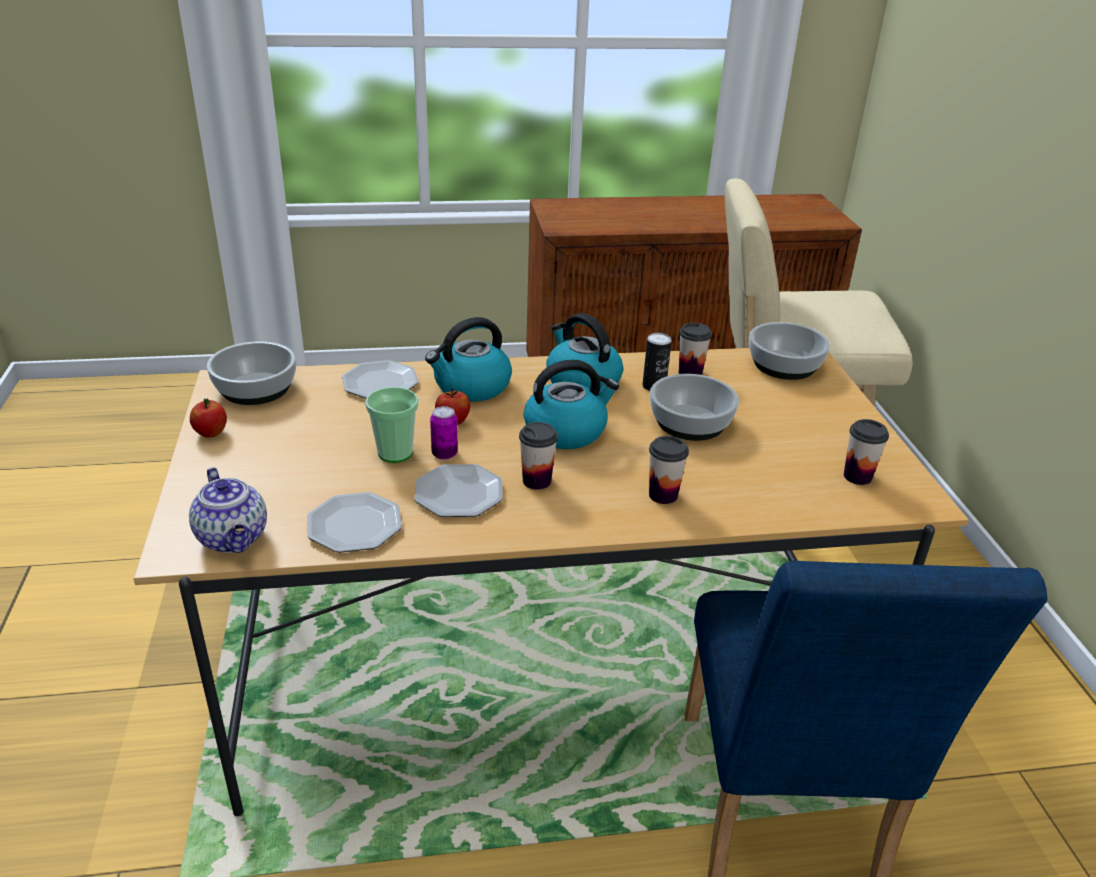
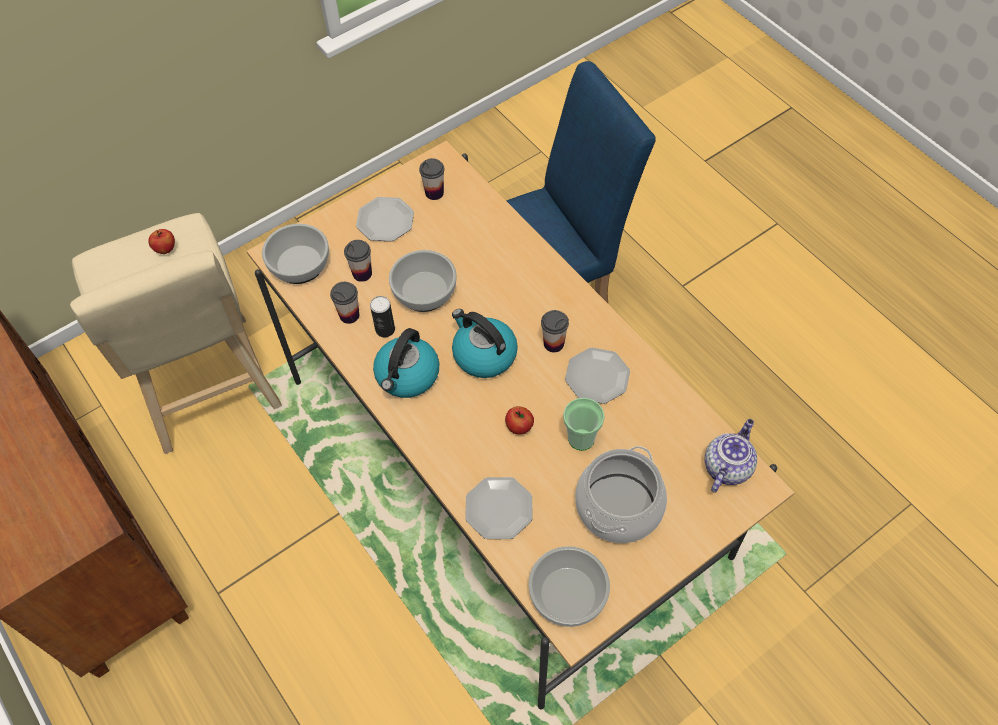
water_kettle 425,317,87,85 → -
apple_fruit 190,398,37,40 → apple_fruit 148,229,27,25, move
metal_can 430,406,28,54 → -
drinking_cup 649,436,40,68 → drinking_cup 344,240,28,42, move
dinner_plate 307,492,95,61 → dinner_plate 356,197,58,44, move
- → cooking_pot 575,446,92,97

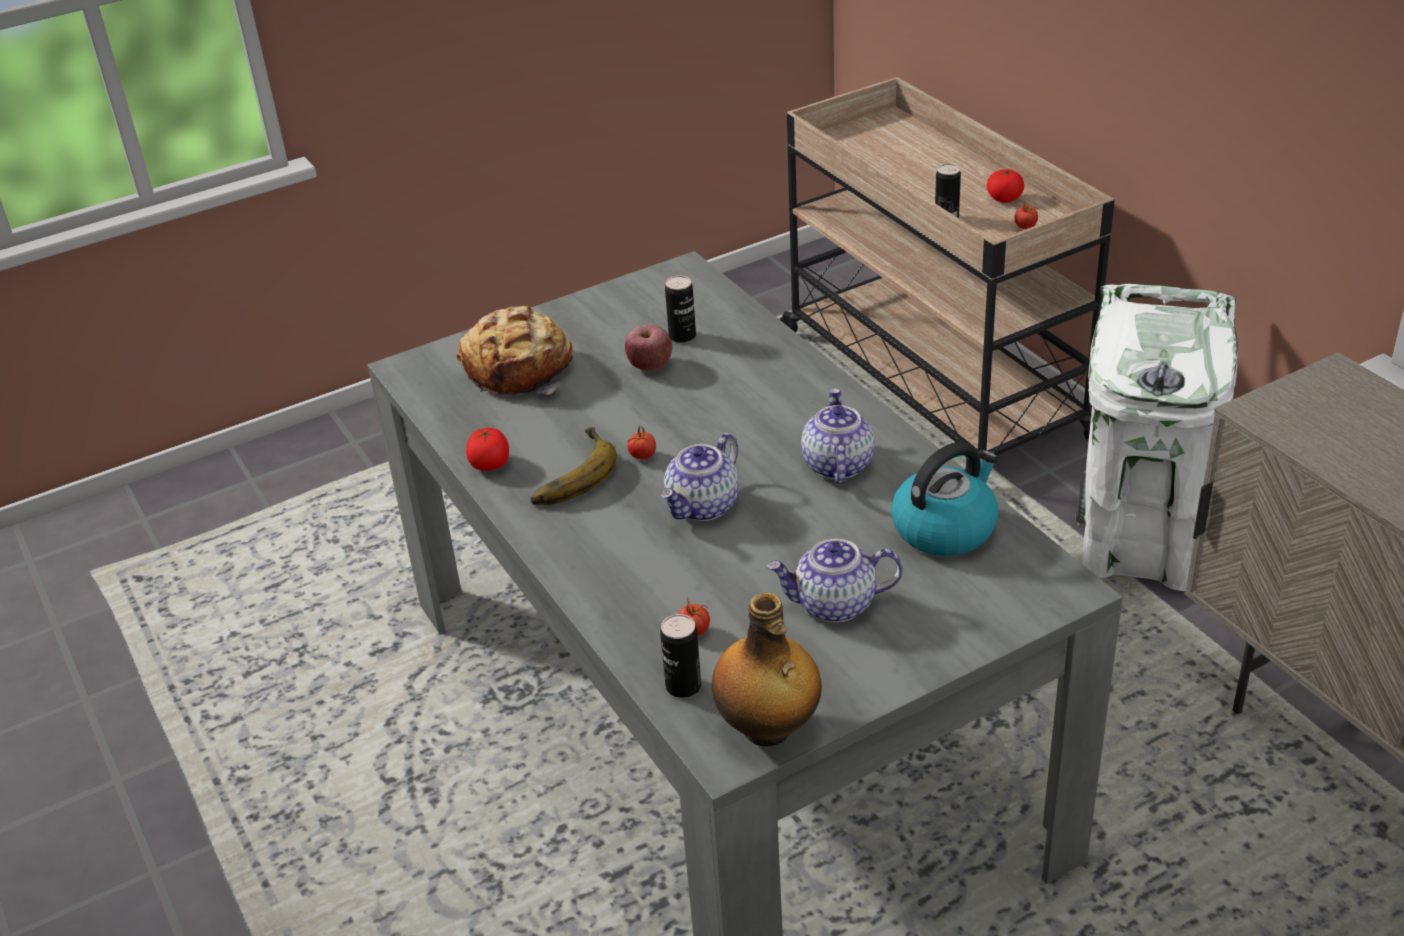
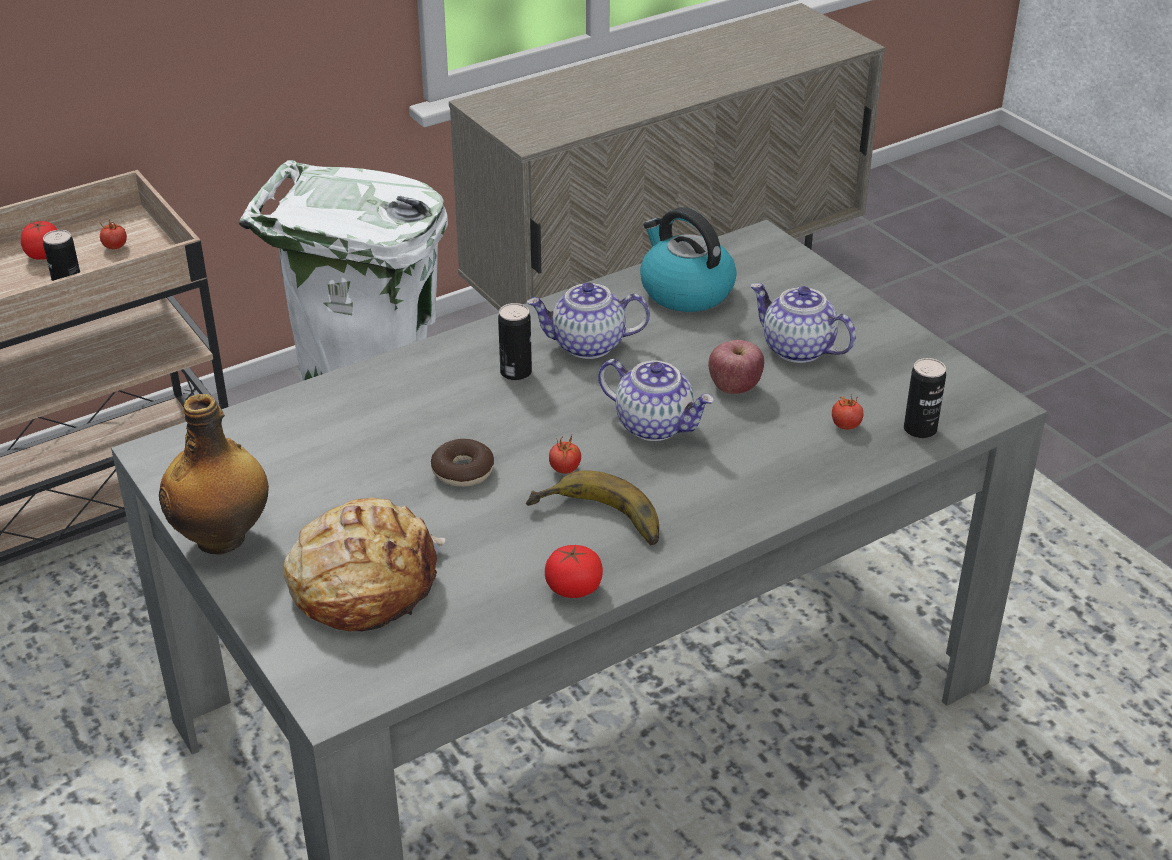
metal_can 665,276,31,67 → metal_can 498,303,34,78, move
apple_fruit 625,325,47,46 → apple_fruit 708,340,56,54, move
pot_for_tea 767,539,136,83 → pot_for_tea 750,283,106,80, 135 degrees clockwise
drink_bottle 712,593,110,153 → drink_bottle 159,394,110,160, move
- → ring_doughnut 431,439,63,48

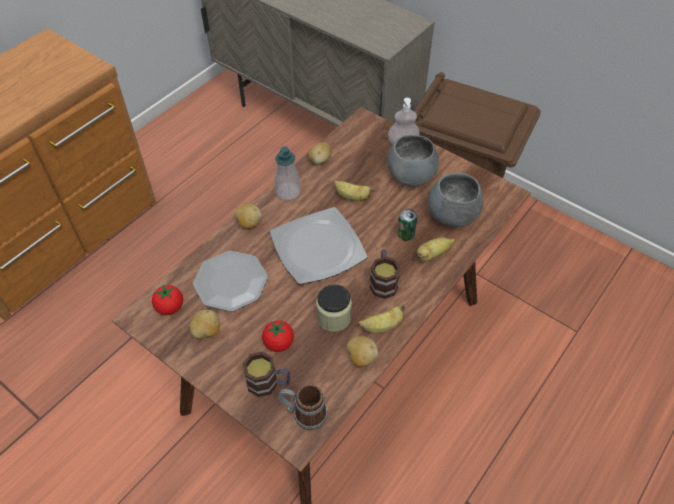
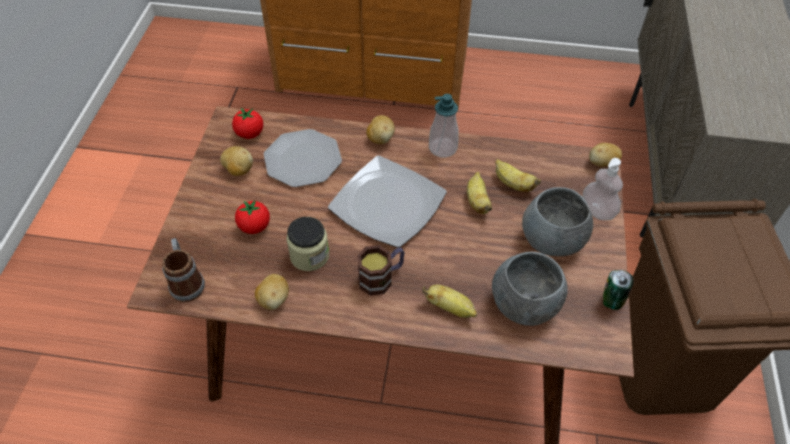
potato 308,142,24,23 → potato 589,143,33,24, move
metal_can 398,209,20,32 → metal_can 603,270,31,40, move
banana 358,305,48,28 → banana 495,159,46,33, move
tea_mug 243,351,47,46 → -

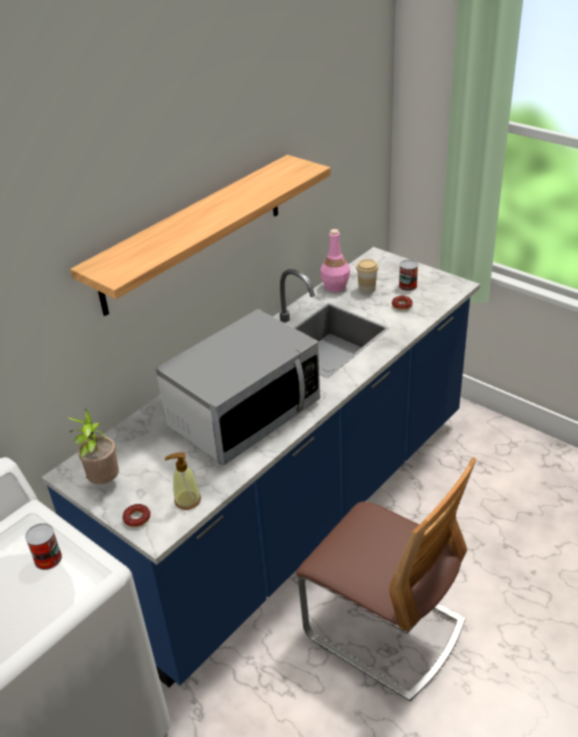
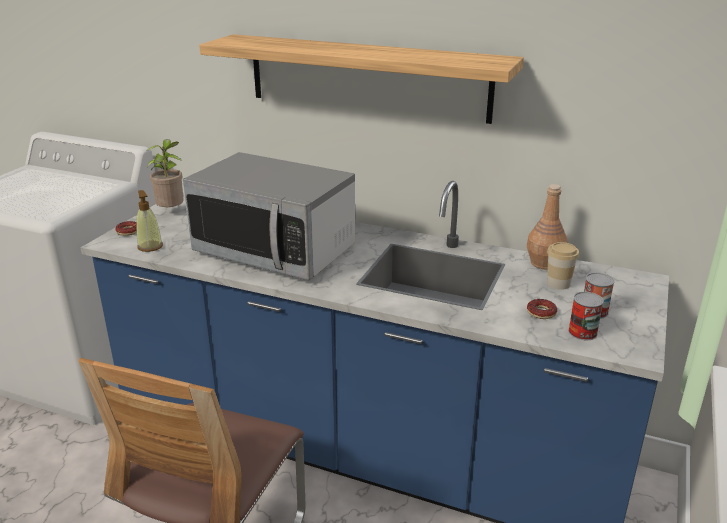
pink-coloured_drink_bottle 320,229,30,63 → brownish_drink_bottle 527,184,41,86
metal_can 25,523,37,47 → metal_can 568,292,36,48, move

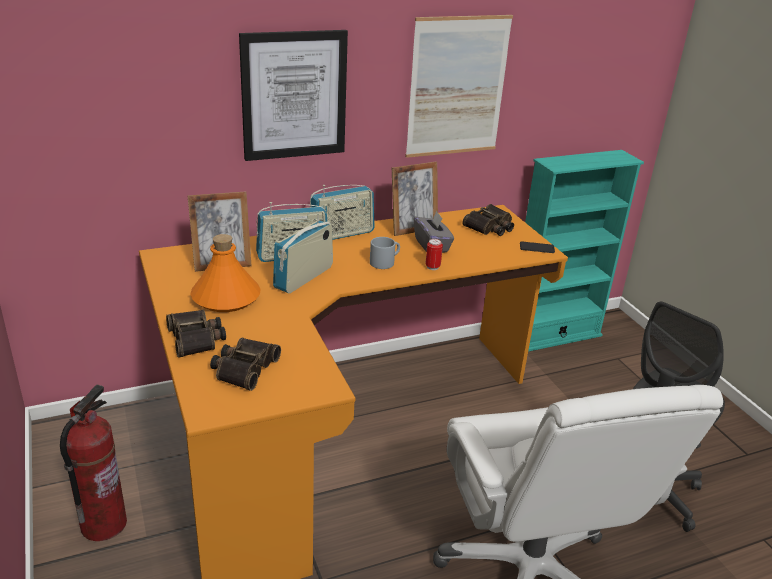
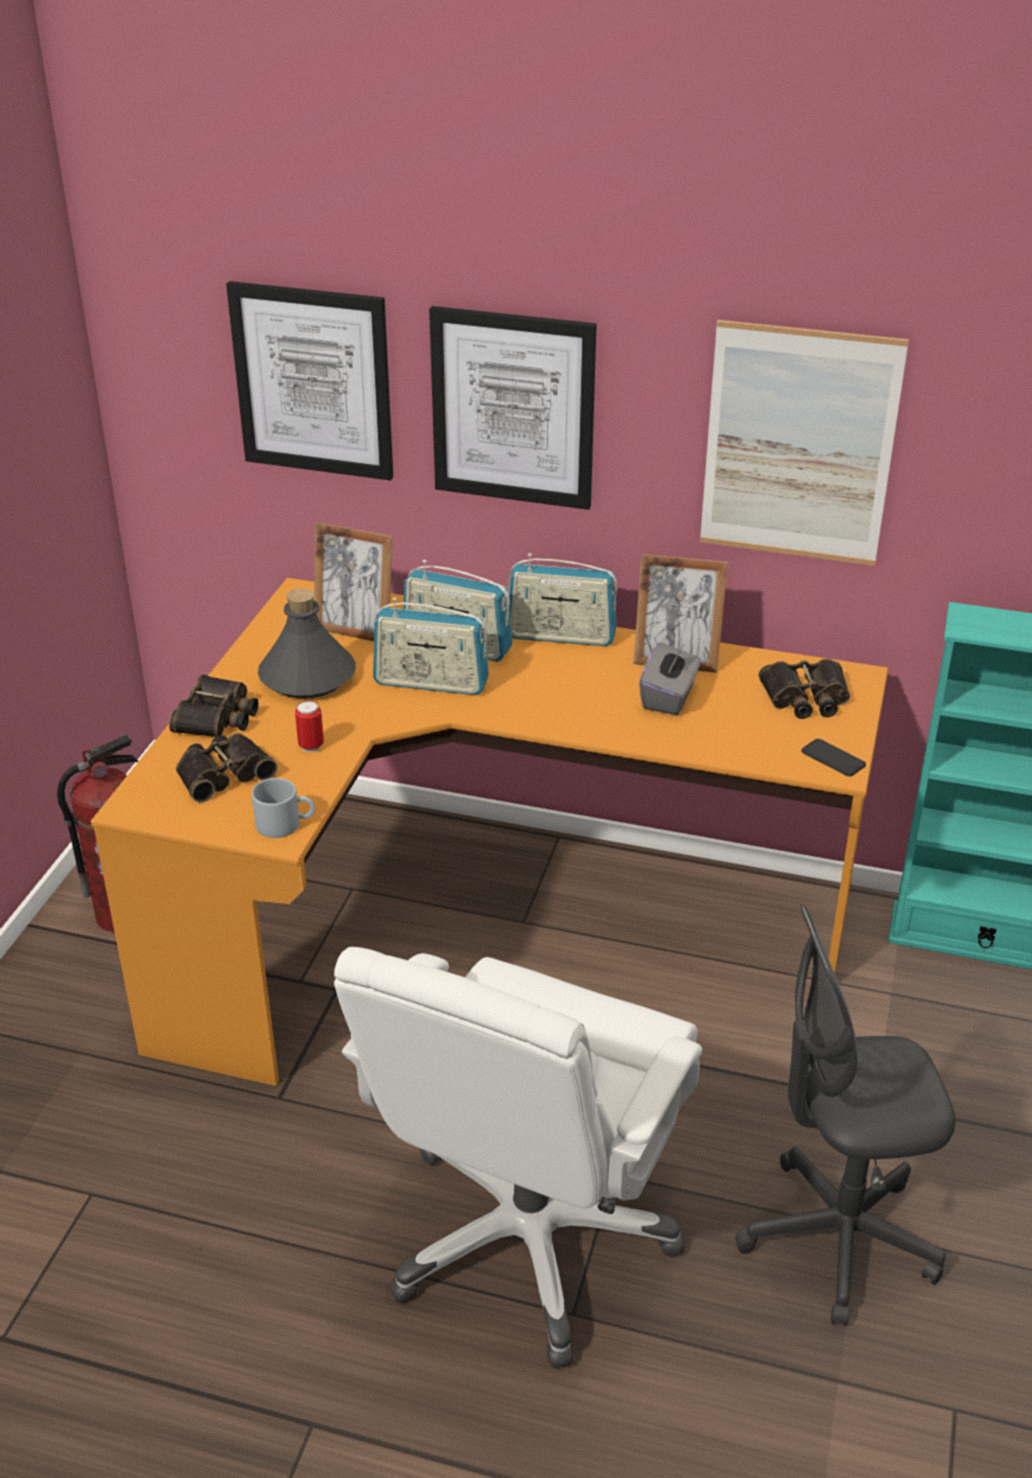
radio_set 273,213,60,80 → radio_set 373,597,116,98, 150 degrees counterclockwise
orange_drink_bottle 190,234,70,78 → grey_drink_bottle 258,588,98,111
grey_tea_mug 370,237,30,32 → grey_tea_mug 252,778,63,60, move
metal_can 425,239,18,31 → metal_can 295,701,29,51, move
- → wall_art 226,281,167,199

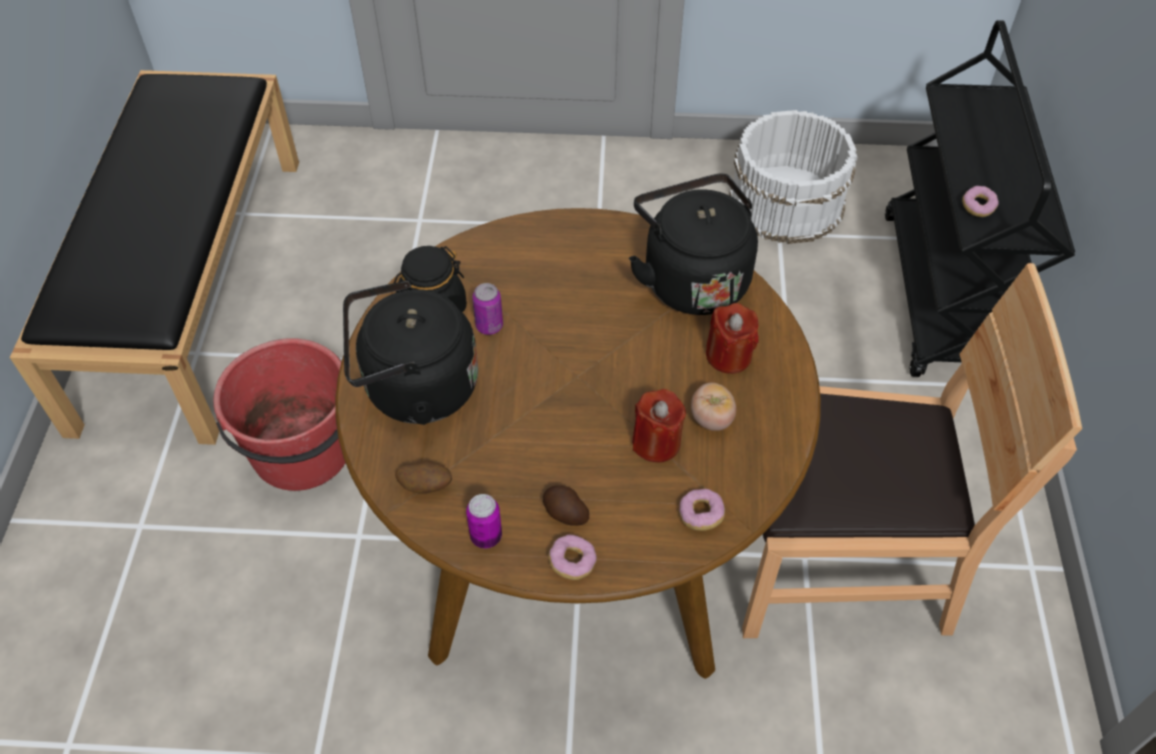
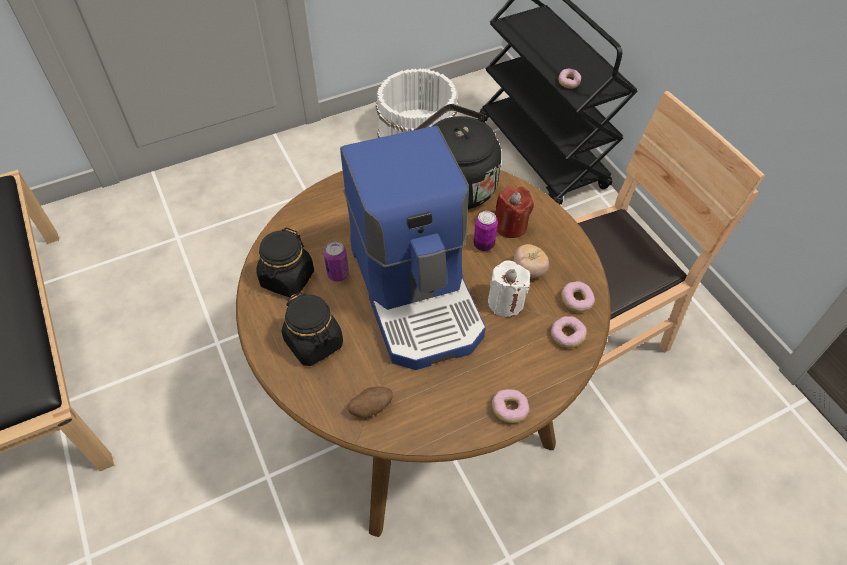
black-coloured_water_kettle 343,280,135,145 → black-coloured_storage_jar 282,292,61,74
red-coloured_pail 213,338,132,153 → -
red-coloured_wax_candle 632,389,54,74 → whitish_wax_candle 488,260,42,57
potato 543,485,46,41 → -
metal_can 466,494,36,55 → metal_can 473,211,25,40, move
- → coffee_brewer 340,126,146,244
- → ring_doughnut 561,281,34,31

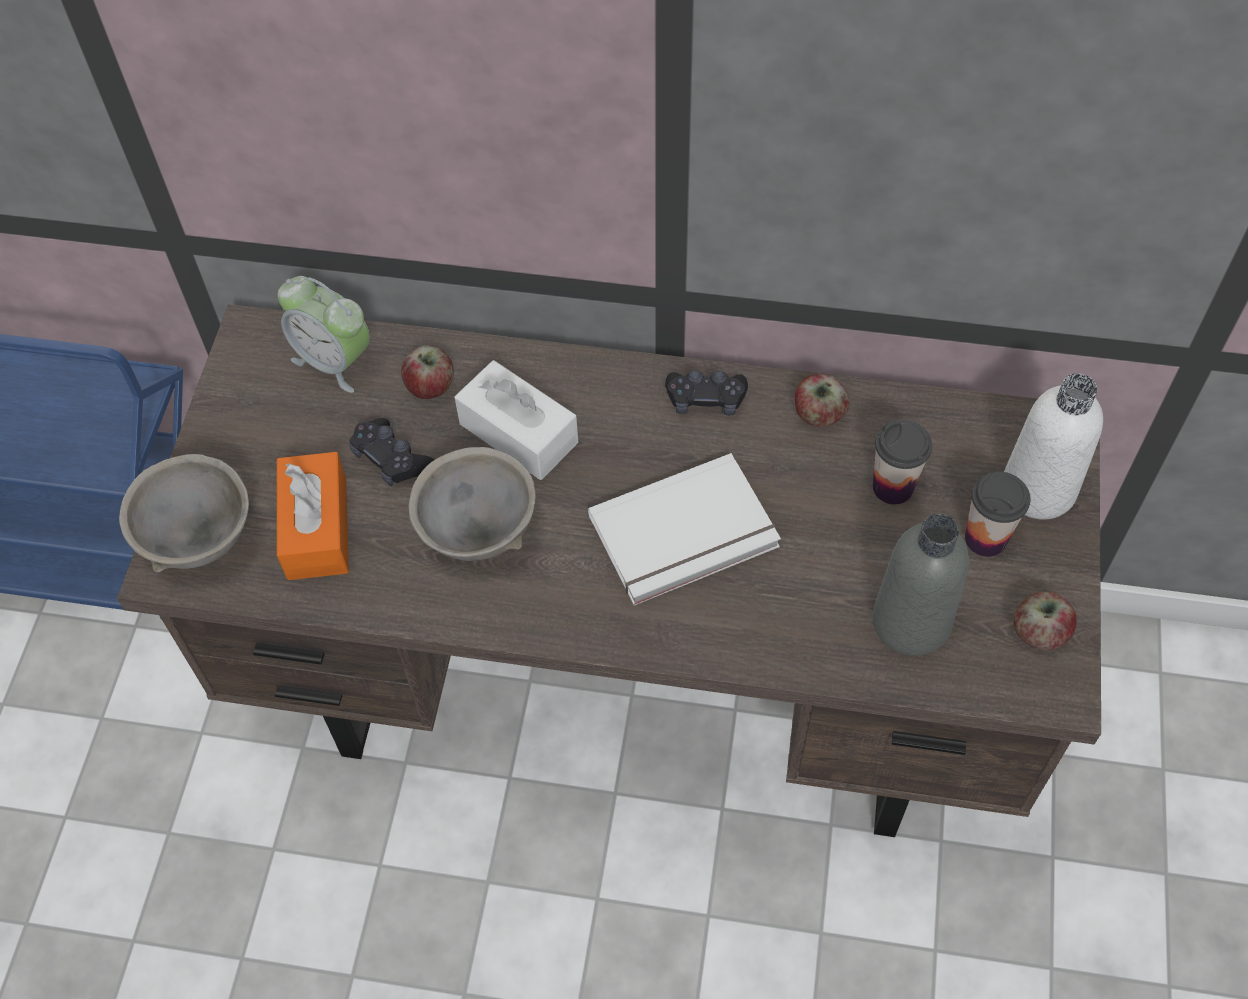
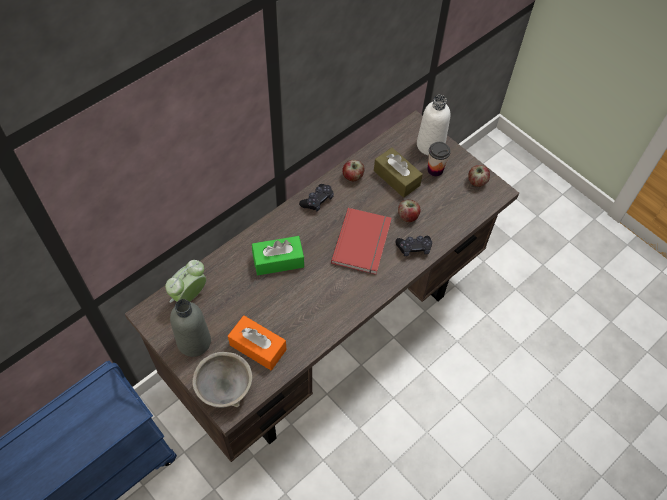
bedside_clock 277,276,93,117 → bedside_clock 165,260,41,43, 150 degrees clockwise
apple_fruit 401,345,53,54 → apple_fruit 398,200,23,22, move
whitish_tissue_holder 455,360,123,120 → greenish_tissue_holder 252,236,52,39
black-coloured_joypad 349,418,85,68 → black-coloured_joypad 396,236,36,20, move
drinking_cup 873,420,59,85 → brownish_tissue_holder 374,148,49,50
grey_bowl 409,447,127,114 → -
whitish_bound_book 588,453,193,153 → red-coloured_bound_book 331,208,61,67
grey_drink_bottle 873,514,96,142 → grey_drink_bottle 170,299,41,58, move

